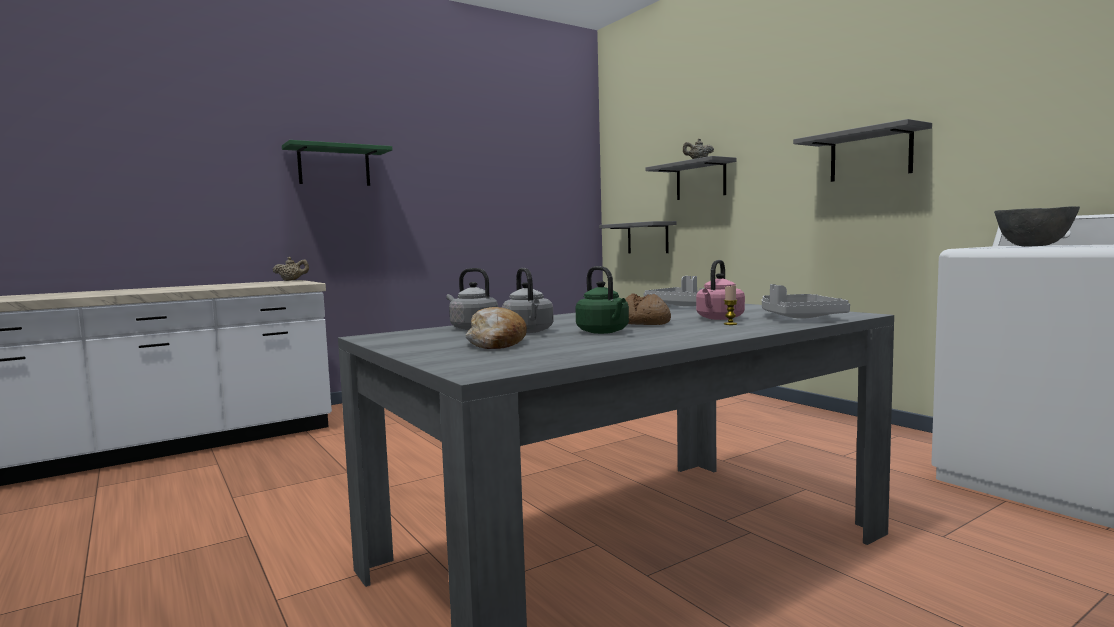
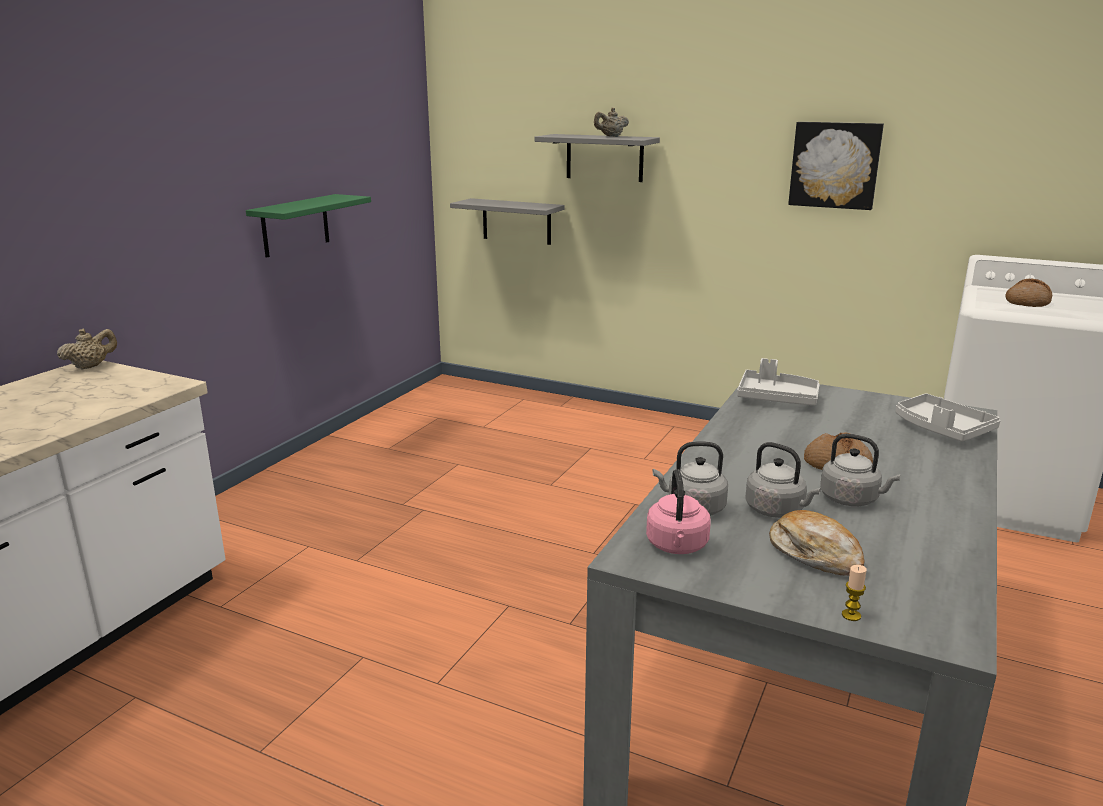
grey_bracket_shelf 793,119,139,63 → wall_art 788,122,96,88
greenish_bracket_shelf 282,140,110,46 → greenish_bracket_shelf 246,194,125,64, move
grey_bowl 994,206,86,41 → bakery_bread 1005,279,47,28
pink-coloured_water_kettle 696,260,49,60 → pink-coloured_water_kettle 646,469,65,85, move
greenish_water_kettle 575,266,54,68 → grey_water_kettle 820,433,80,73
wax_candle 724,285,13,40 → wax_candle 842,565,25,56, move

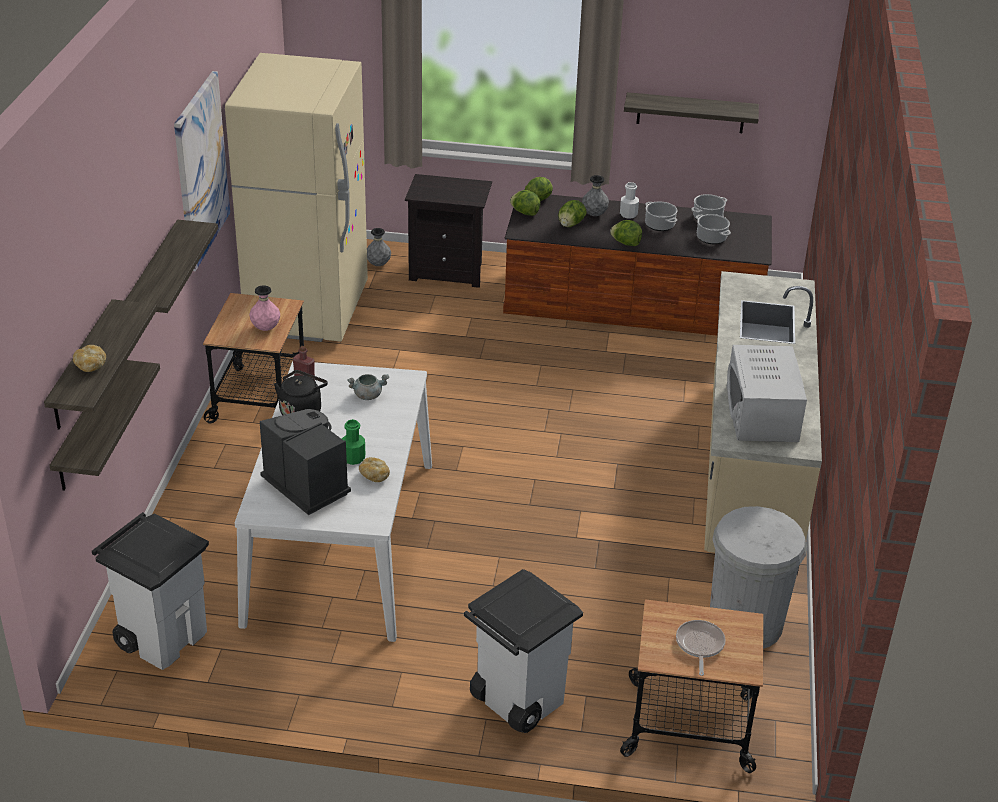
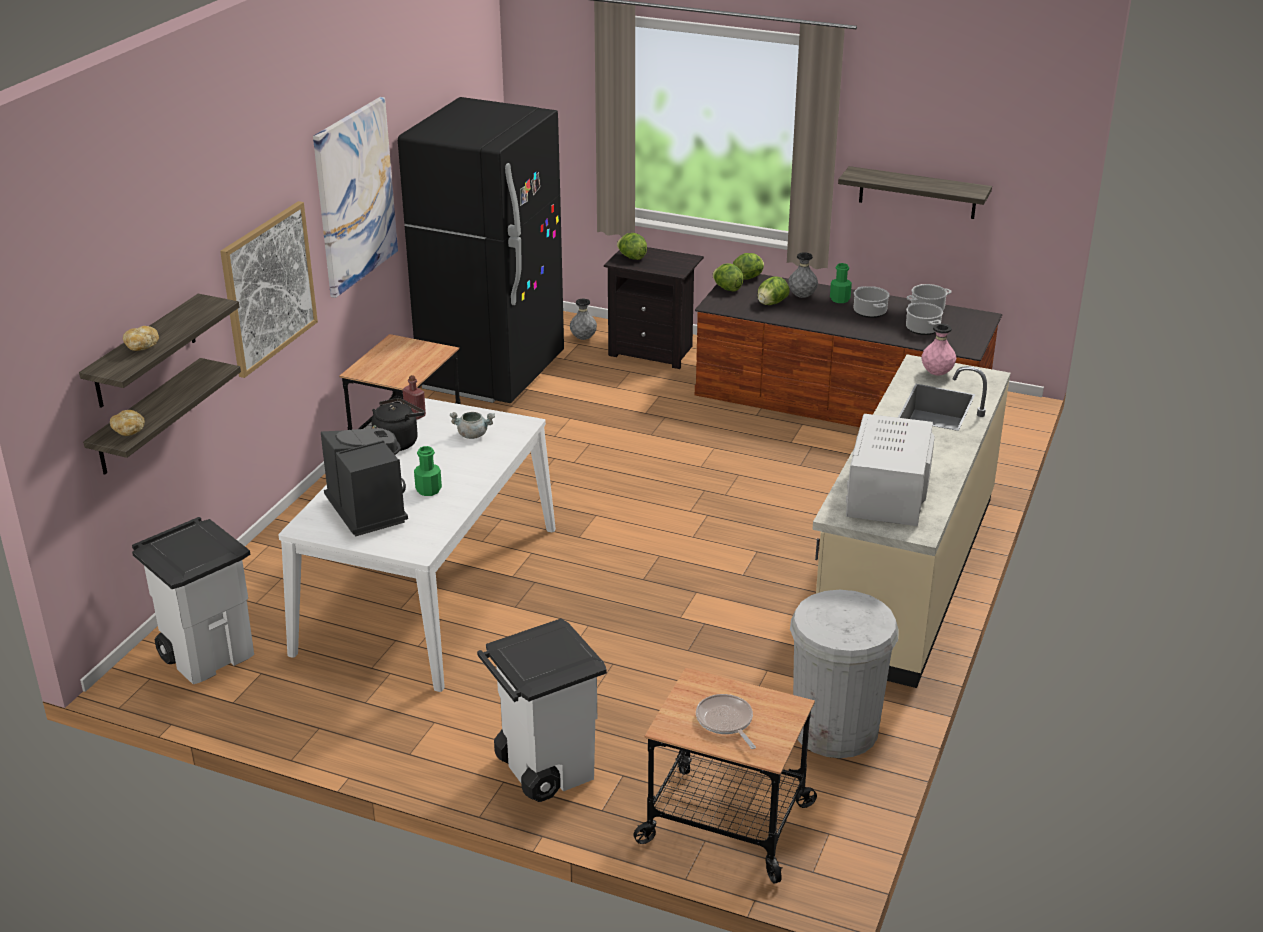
beige-coloured_kitchen_fridge 225,53,143,289 → black-coloured_kitchen_fridge 398,97,166,306
whitish_drink_bottle 620,182,19,37 → greenish_drink_bottle 830,263,22,40
bracket_shelf 125,220,93,93 → wall_art 220,201,98,177
head_of_lettuce 610,220,32,26 → head_of_lettuce 617,233,30,27, move
pink-coloured_vase 249,285,31,46 → pink-coloured_vase 922,324,34,52, move
bakery_bread 359,457,31,25 → bakery_bread 110,410,35,26, move
frying_pan 676,620,50,56 → frying_pan 696,694,60,55, 45 degrees counterclockwise

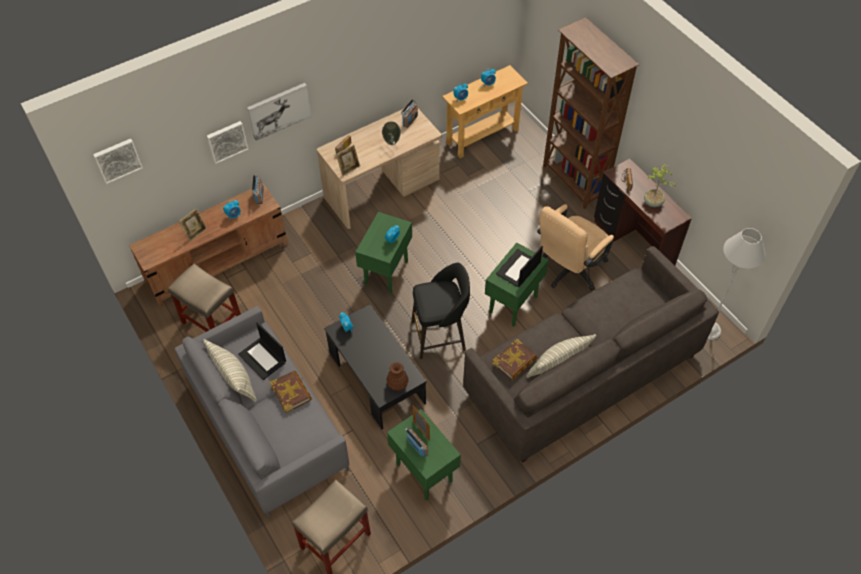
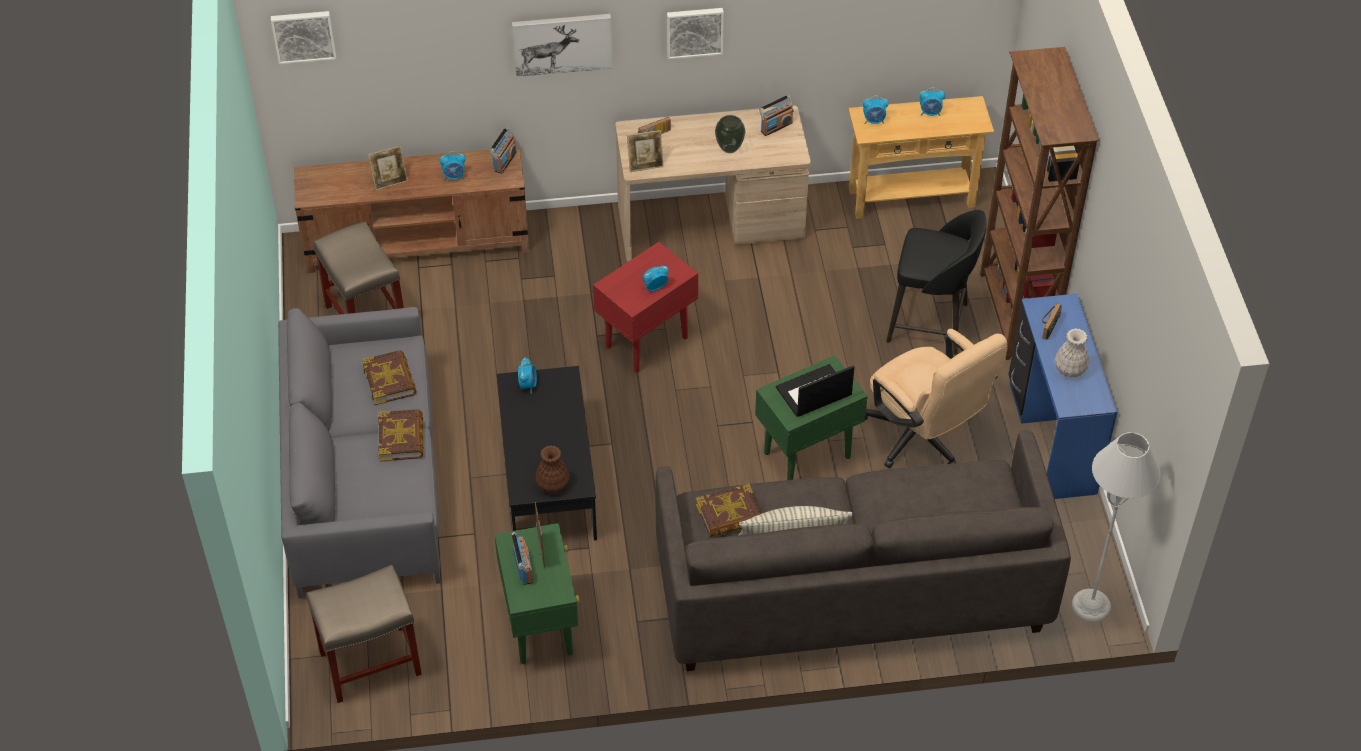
wall_art 207,121,41,43 → wall_art 667,8,57,52, move
brownish_desk_table 594,159,98,107 → blue-coloured_desk_table 1008,294,109,205
potted_plant 644,164,32,43 → whitish_vase 1055,328,34,50
beige-coloured_computer_chair 537,204,77,87 → beige-coloured_computer_chair 865,329,142,140, 105 degrees counterclockwise
greenish_side_table 355,212,57,81 → red-coloured_side_table 593,242,105,131
black-coloured_sitting_stool 411,263,59,96 → black-coloured_sitting_stool 886,210,100,144, move
laptop 238,322,48,58 → bound_book 362,350,54,55
cushion 203,339,54,63 → -

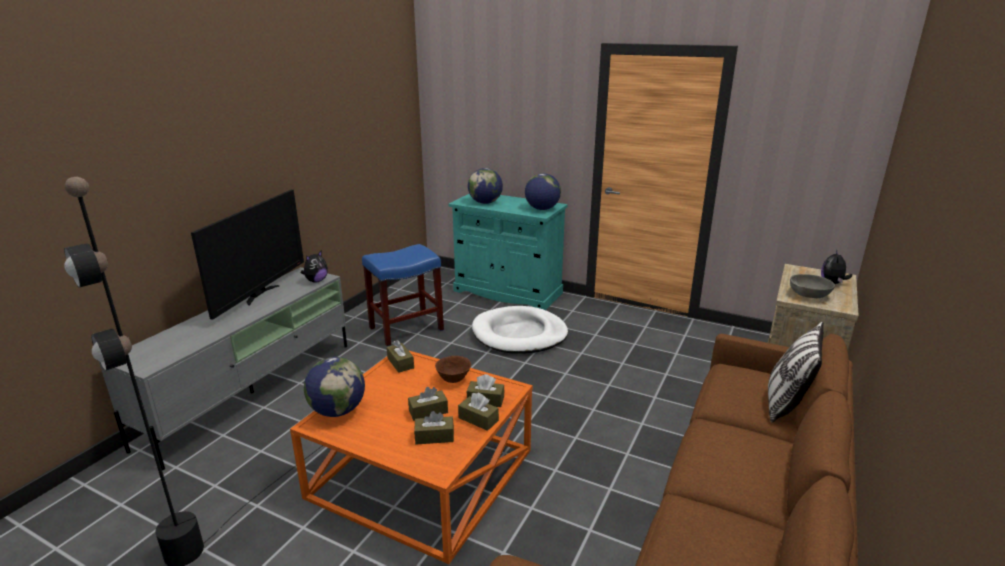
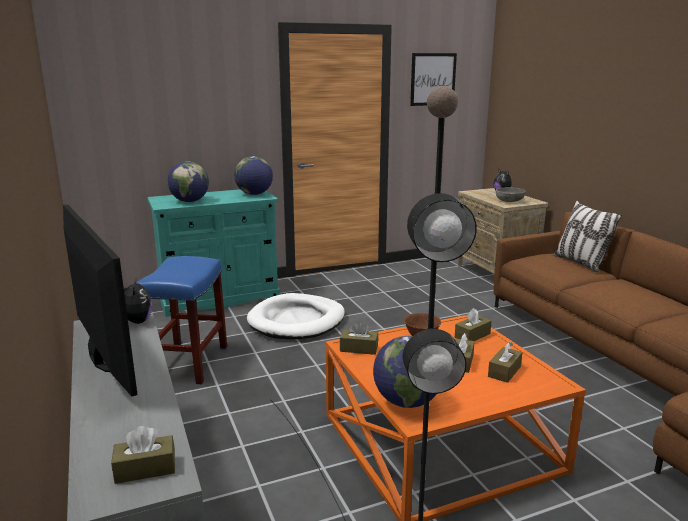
brownish_tissue_holder 458,393,41,38 → brownish_tissue_holder 111,426,64,58, move
- → wall_art 410,53,47,53

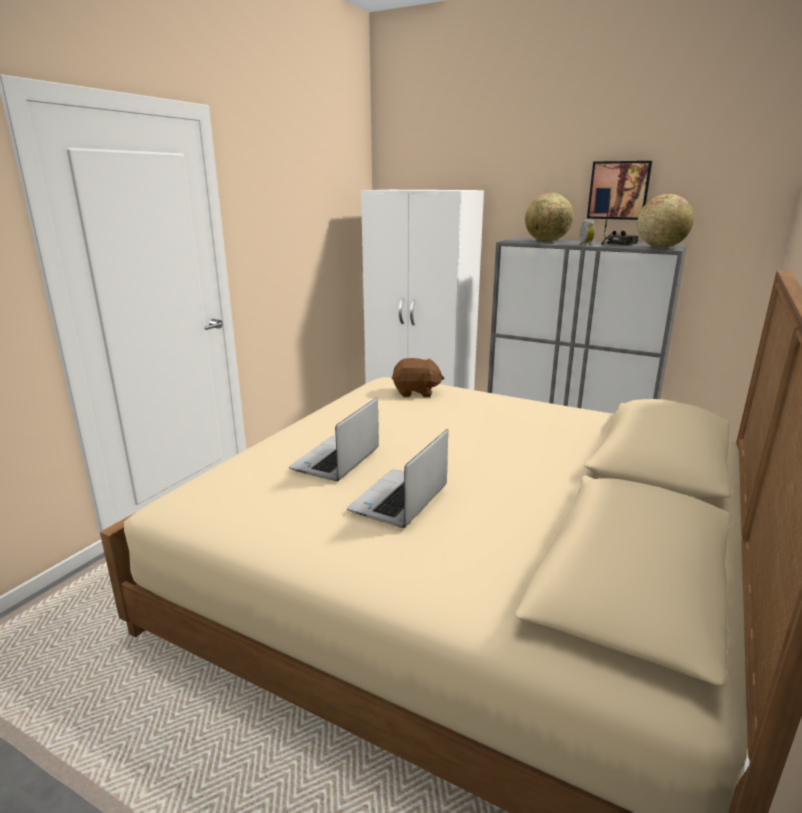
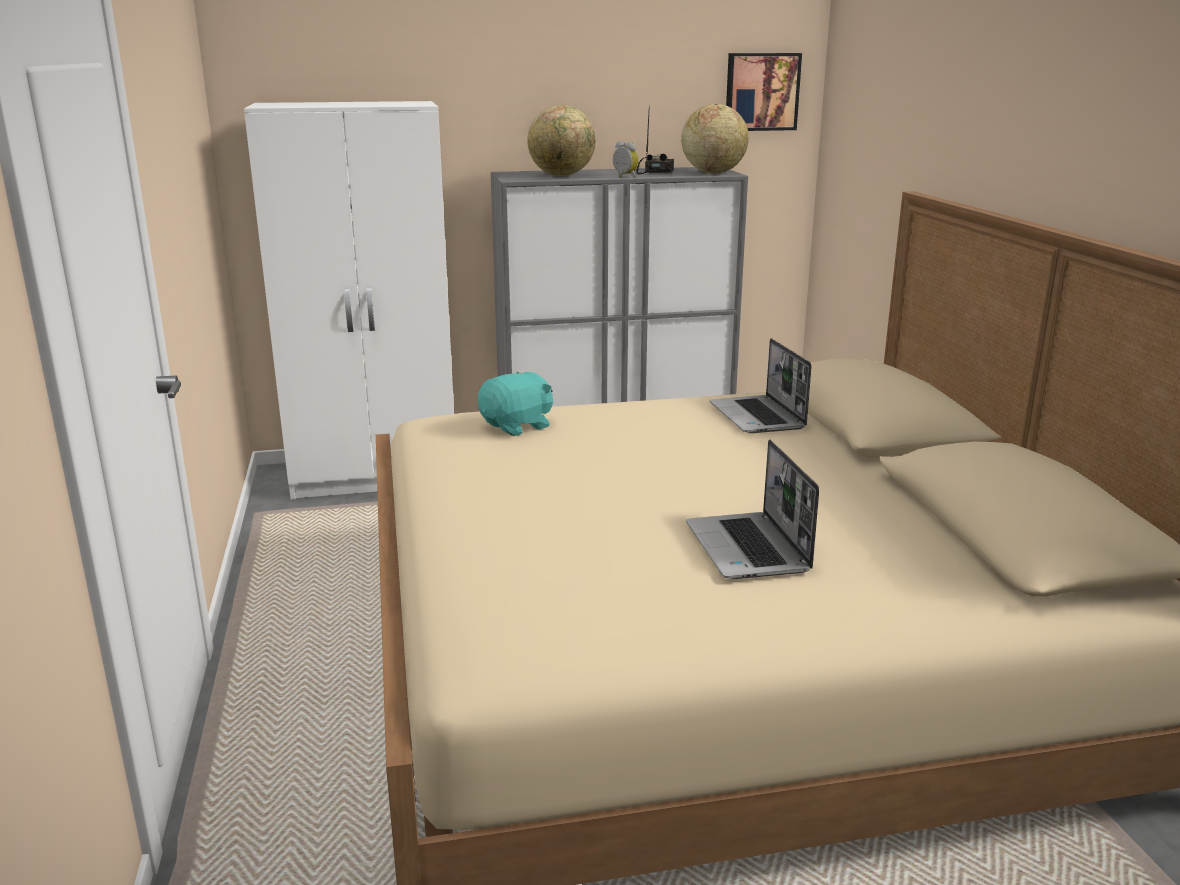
wall_art 587,161,65,59 → wall_art 726,53,76,78, move
brownish_cuddly_toy 392,358,52,39 → turquoise_cuddly_toy 478,371,75,65
laptop 289,398,90,83 → laptop 710,338,102,95, move

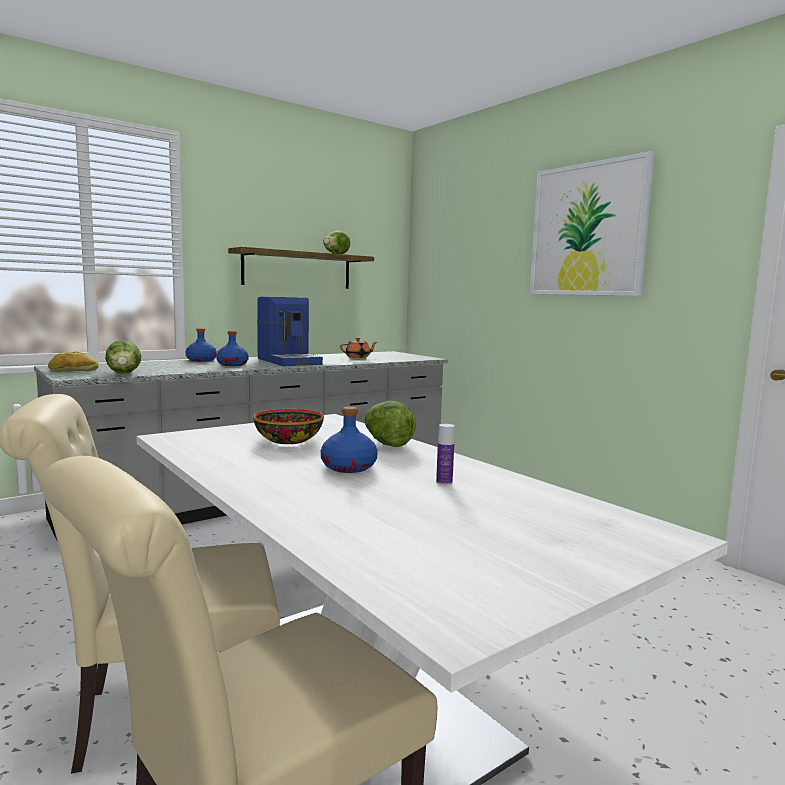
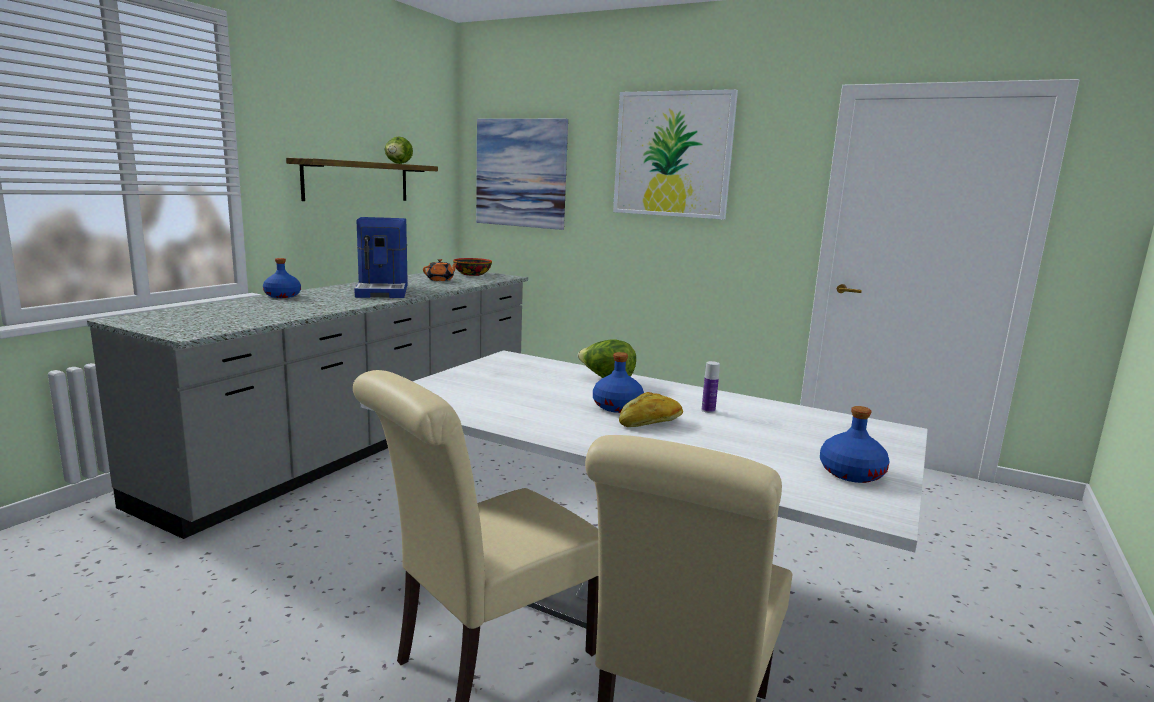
coffee_brewer 257,297,66,69 → coffee_brewer 354,217,54,81, 45 degrees clockwise
blue-coloured_drink_bottle 216,331,33,35 → blue-coloured_drink_bottle 820,406,69,77, move
head_of_lettuce 105,340,36,34 → -
bakery_bread 48,351,51,20 → bakery_bread 619,392,64,35, move
bowl 253,409,71,35 → bowl 453,258,39,18, move
- → wall_art 476,119,92,111

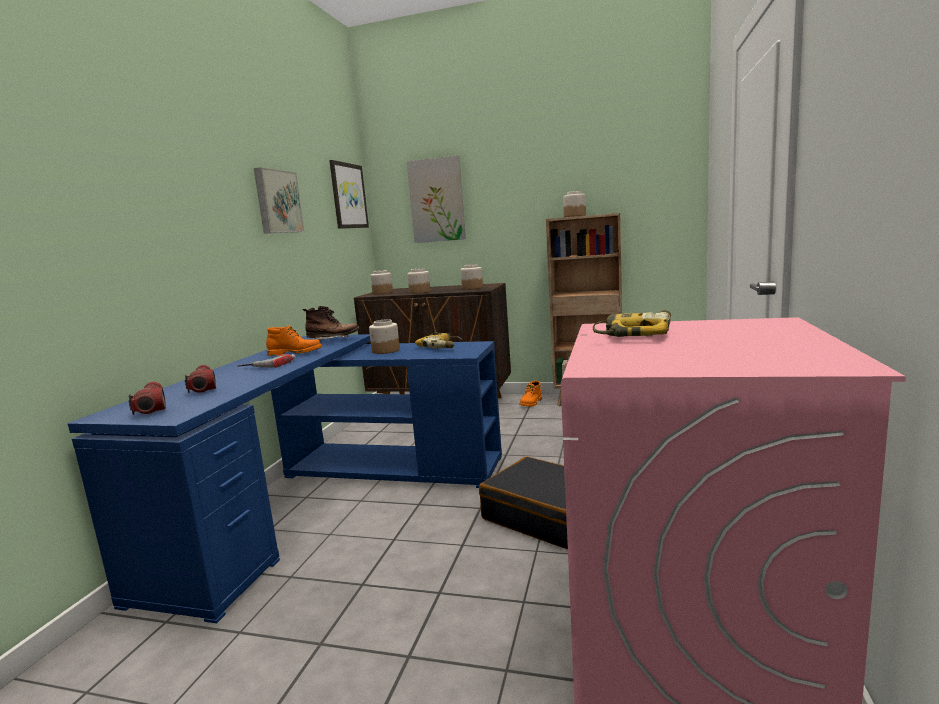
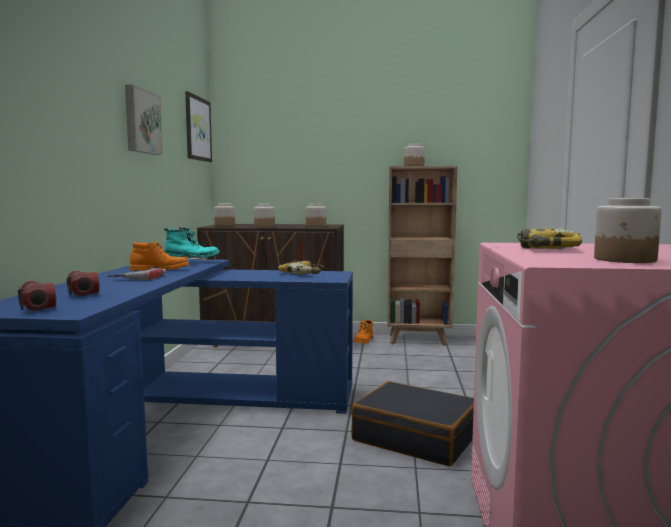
wall_art 407,155,59,88 → -
brownish_tall_boot 303,306,56,34 → turquoise_tall_boot 164,227,56,33
storage_jar 369,319,31,35 → storage_jar 594,198,68,65, move

